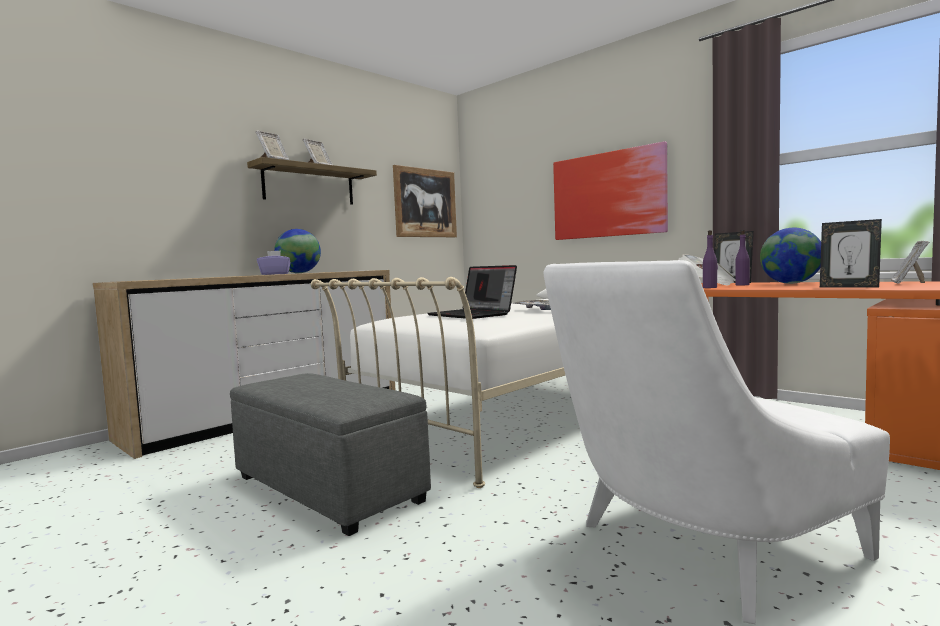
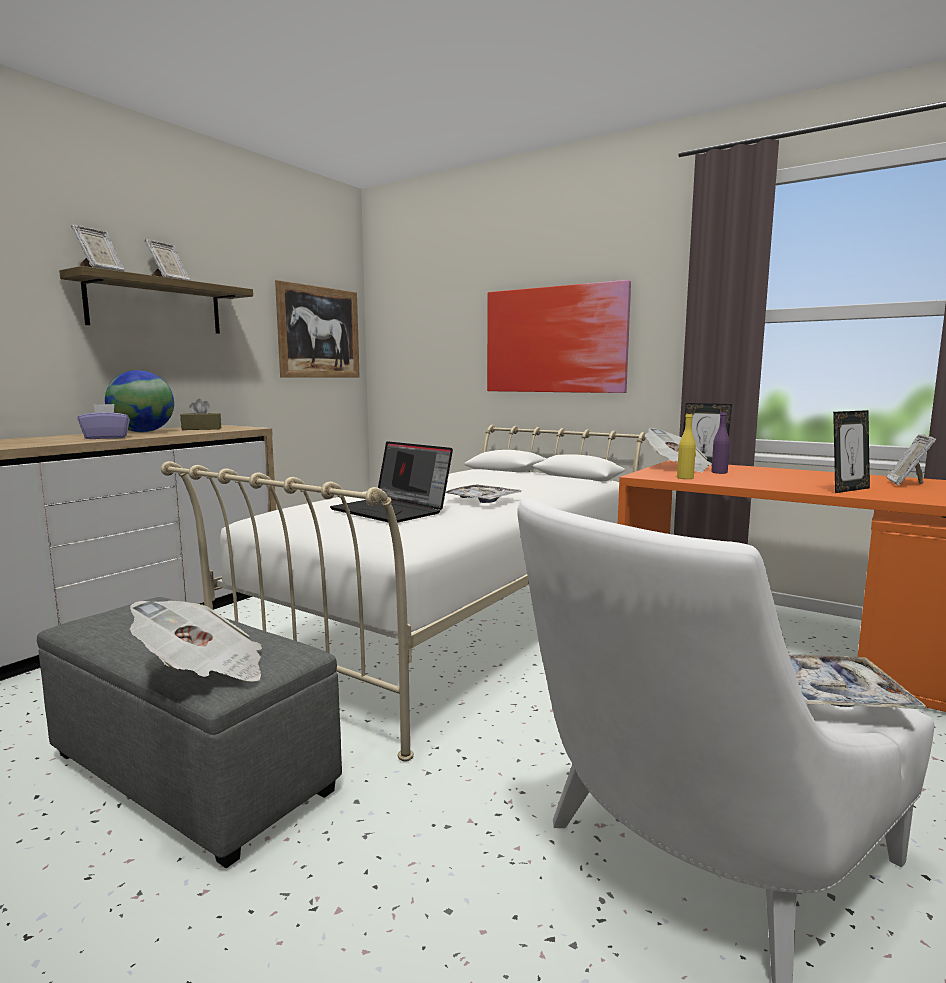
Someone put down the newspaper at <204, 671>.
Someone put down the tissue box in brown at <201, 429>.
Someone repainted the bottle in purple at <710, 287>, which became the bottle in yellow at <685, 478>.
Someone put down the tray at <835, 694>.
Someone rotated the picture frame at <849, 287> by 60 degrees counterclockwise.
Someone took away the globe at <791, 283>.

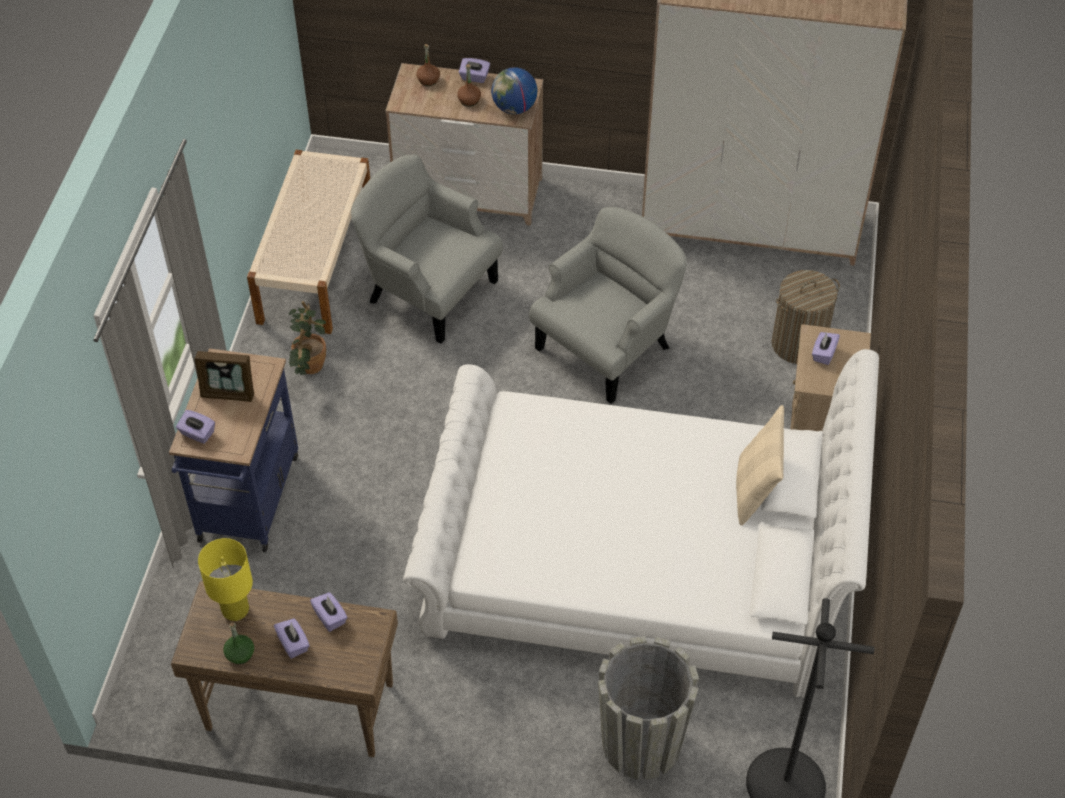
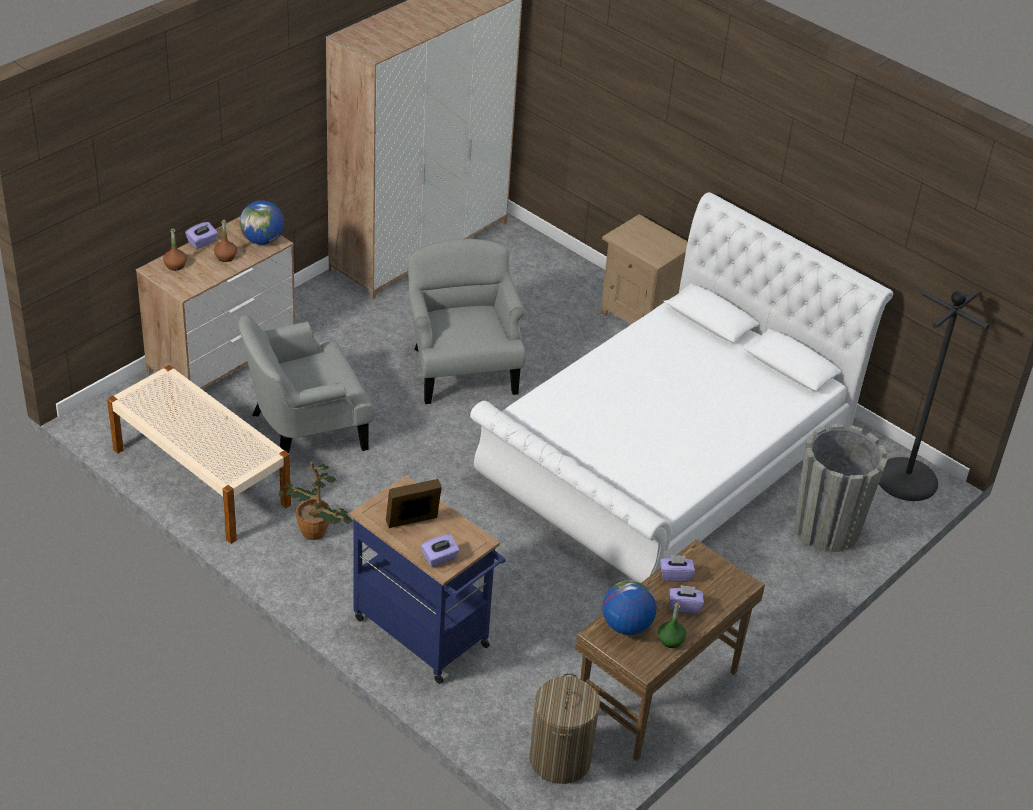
Someone rotated the picture frame at <228, 393> by 150 degrees counterclockwise.
Someone carried the laundry basket from <798, 344> to <560, 759>.
Someone swapped the table lamp in yellow at <235, 611> for the globe at <626, 625>.
Someone took away the pillow in beige at <755, 490>.
Someone took away the tissue box in purple at <823, 354>.

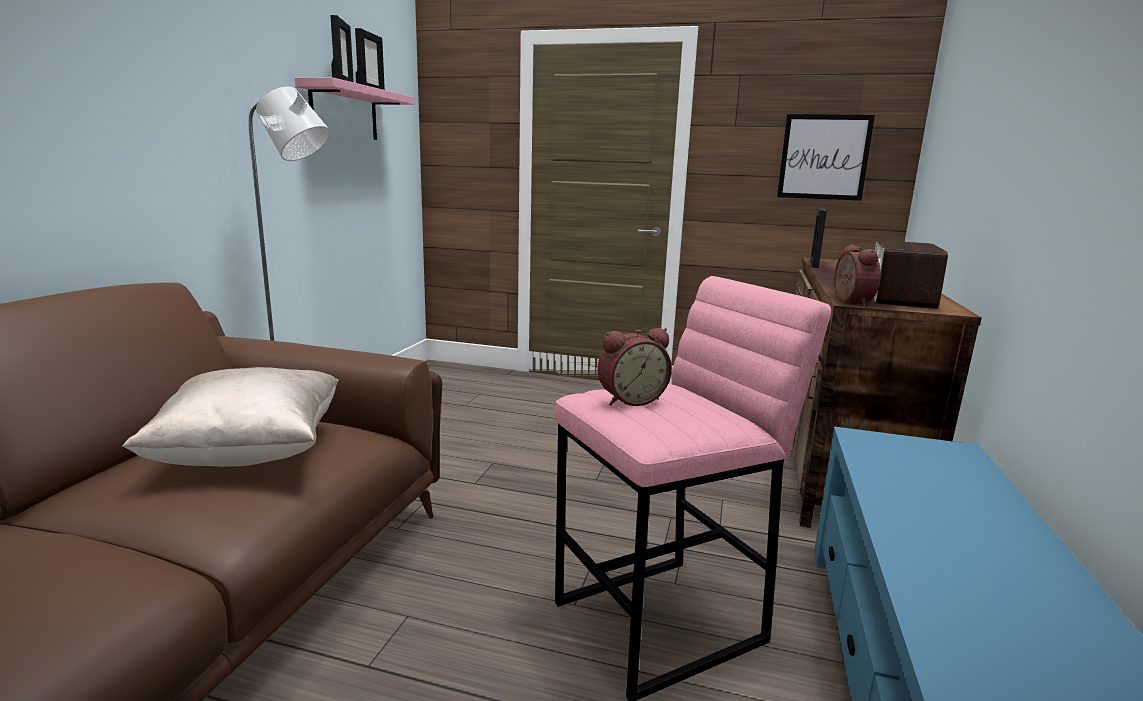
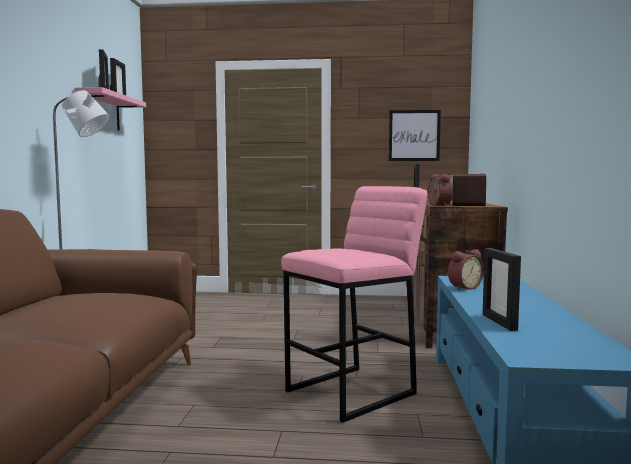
Someone carried the alarm clock from <630, 399> to <463, 287>.
Someone put down the picture frame at <500, 322>.
Someone took away the pillow in beige at <251, 452>.

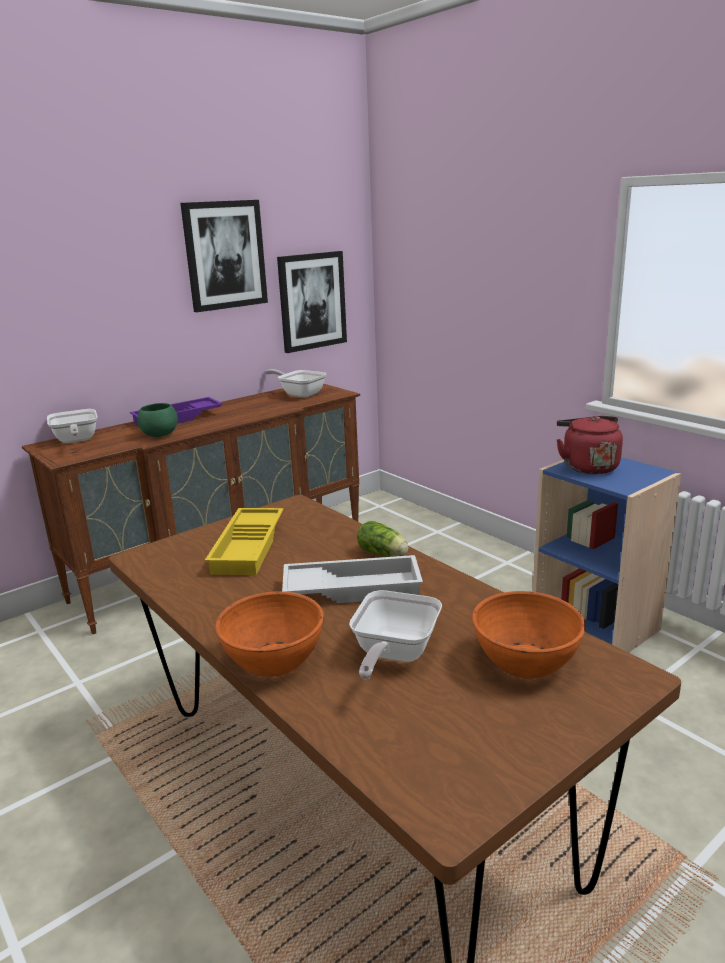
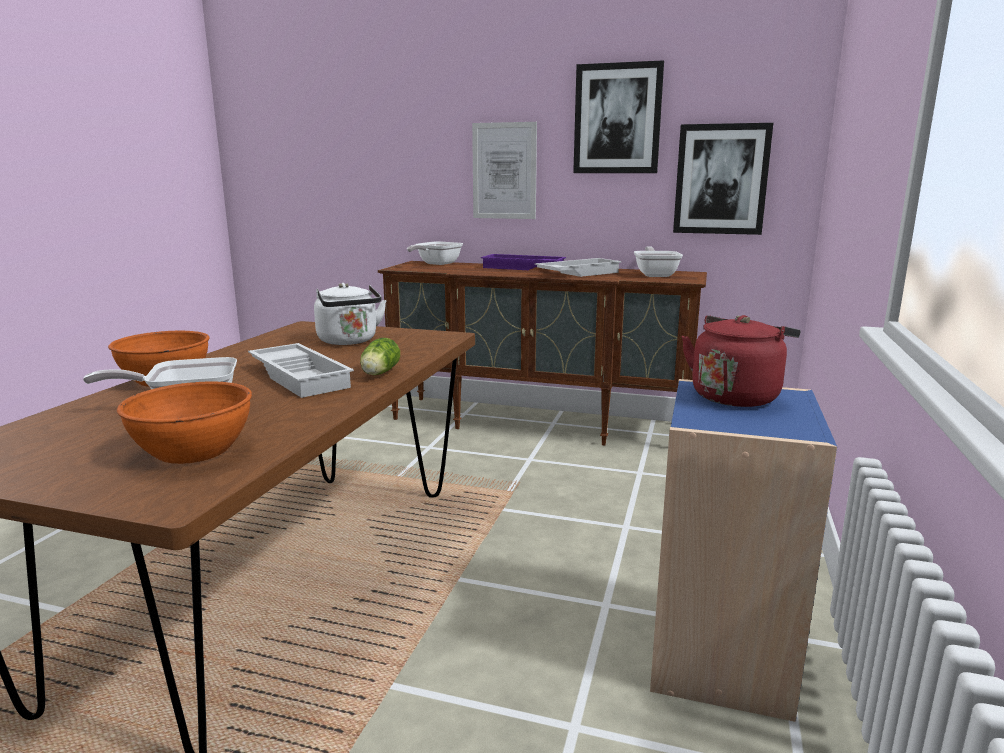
Someone swapped the tray in yellow at <250, 547> for the kettle in white at <349, 341>.
Someone put up the picture at <504, 171>.
Someone put down the tray in white at <578, 273>.
Someone took away the bowl in green at <160, 435>.

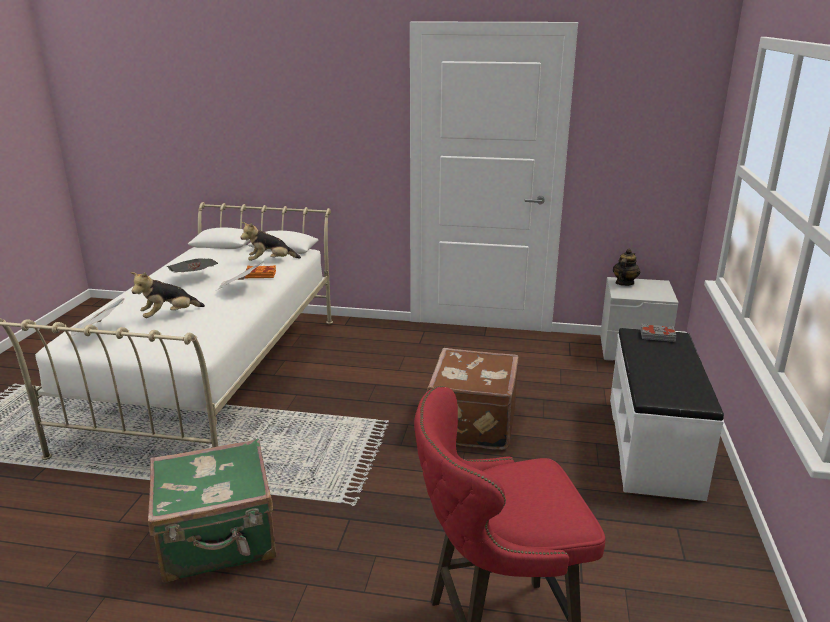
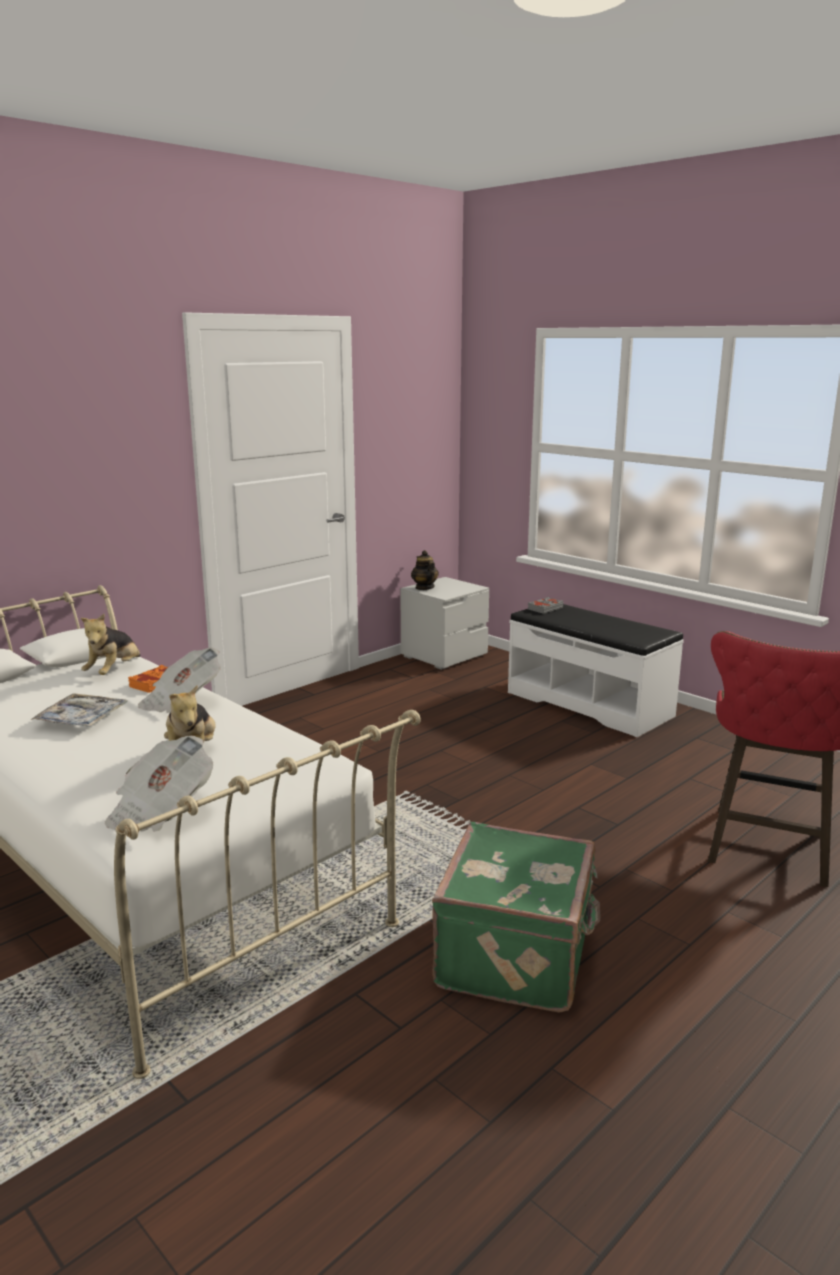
Someone swapped the newspaper at <194, 278> for the tray at <82, 719>.
Someone took away the suitcase in brown at <470, 423>.

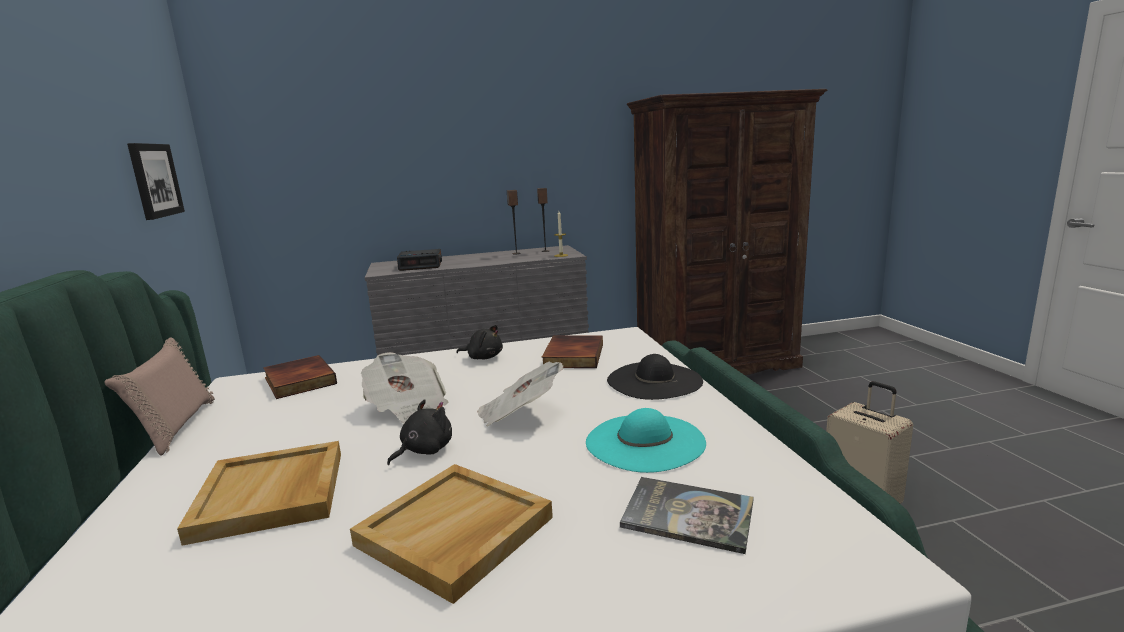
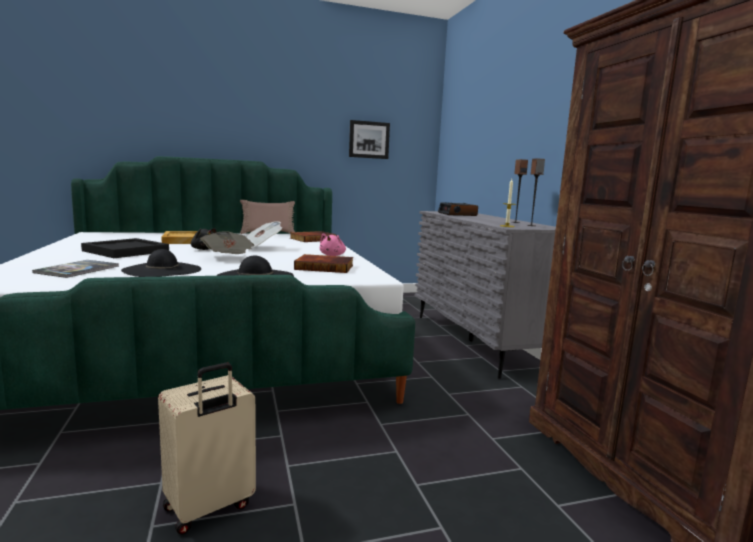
Someone repainted the tray in beige at <455, 532>, which became the tray in black at <125, 251>.
Someone repainted the hat in turquoise at <645, 442>, which became the hat in black at <162, 270>.
Someone repainted the plush toy in black at <483, 357>, which became the plush toy in pink at <333, 255>.

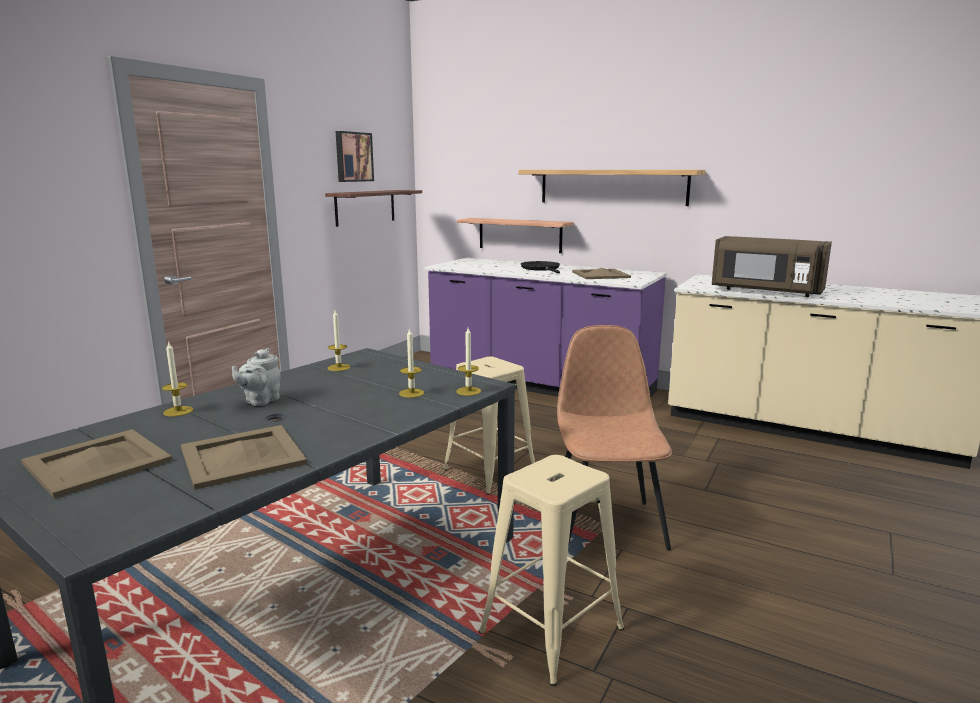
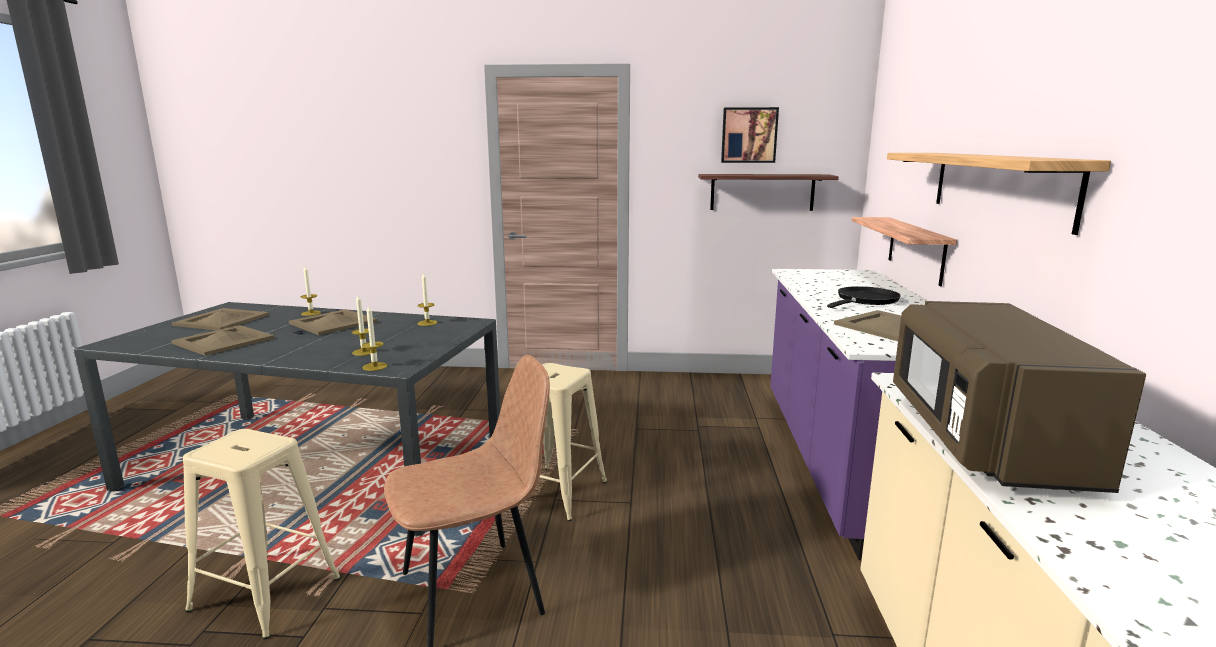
Someone swapped the teapot in grey at <260, 401> for the tray in beige at <334, 322>.

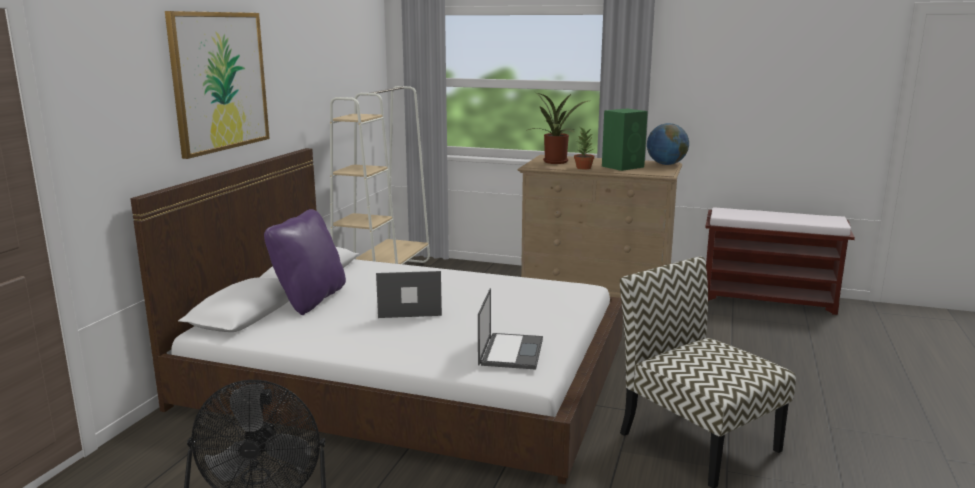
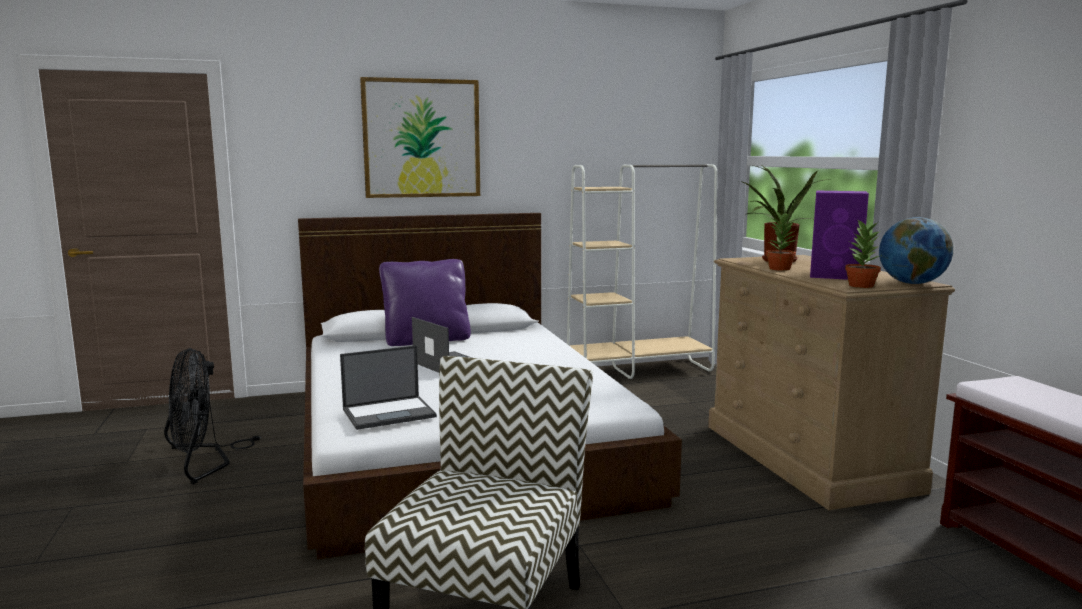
Someone repainted the speaker in green at <623, 166>, which became the speaker in purple at <836, 275>.
Someone put down the potted plant at <860, 285>.

